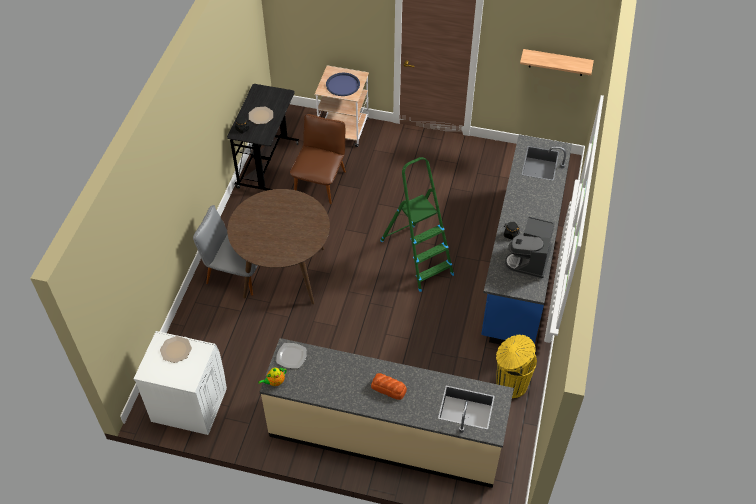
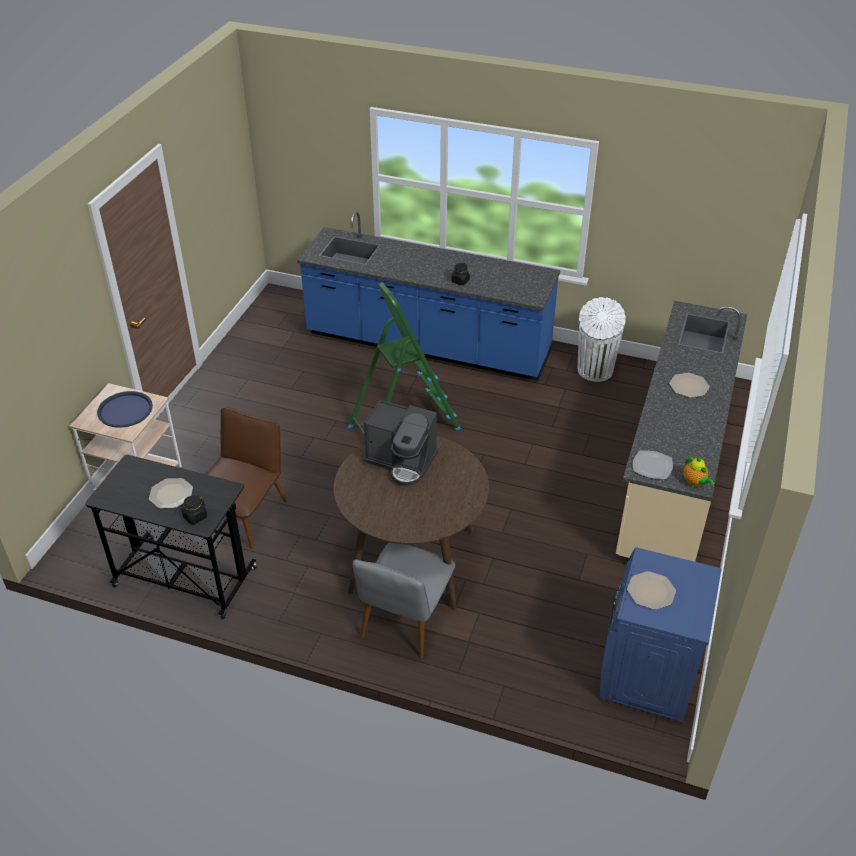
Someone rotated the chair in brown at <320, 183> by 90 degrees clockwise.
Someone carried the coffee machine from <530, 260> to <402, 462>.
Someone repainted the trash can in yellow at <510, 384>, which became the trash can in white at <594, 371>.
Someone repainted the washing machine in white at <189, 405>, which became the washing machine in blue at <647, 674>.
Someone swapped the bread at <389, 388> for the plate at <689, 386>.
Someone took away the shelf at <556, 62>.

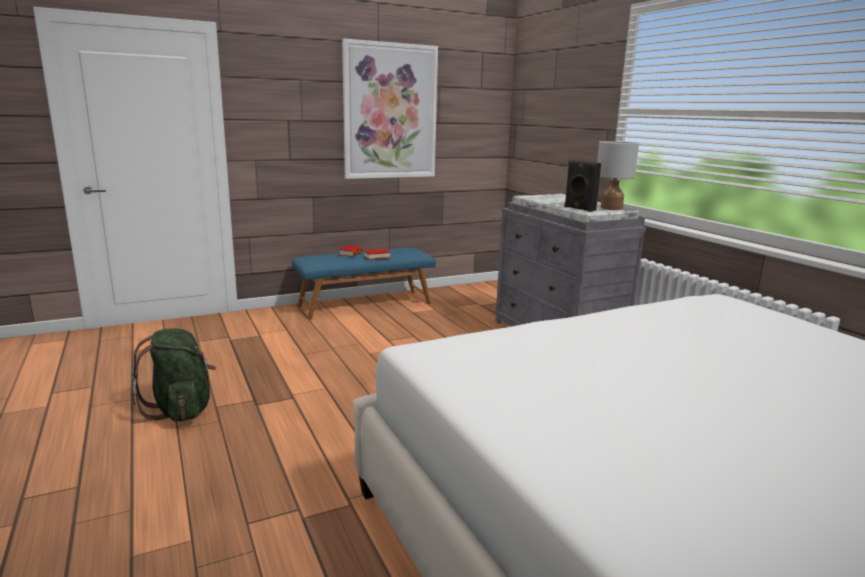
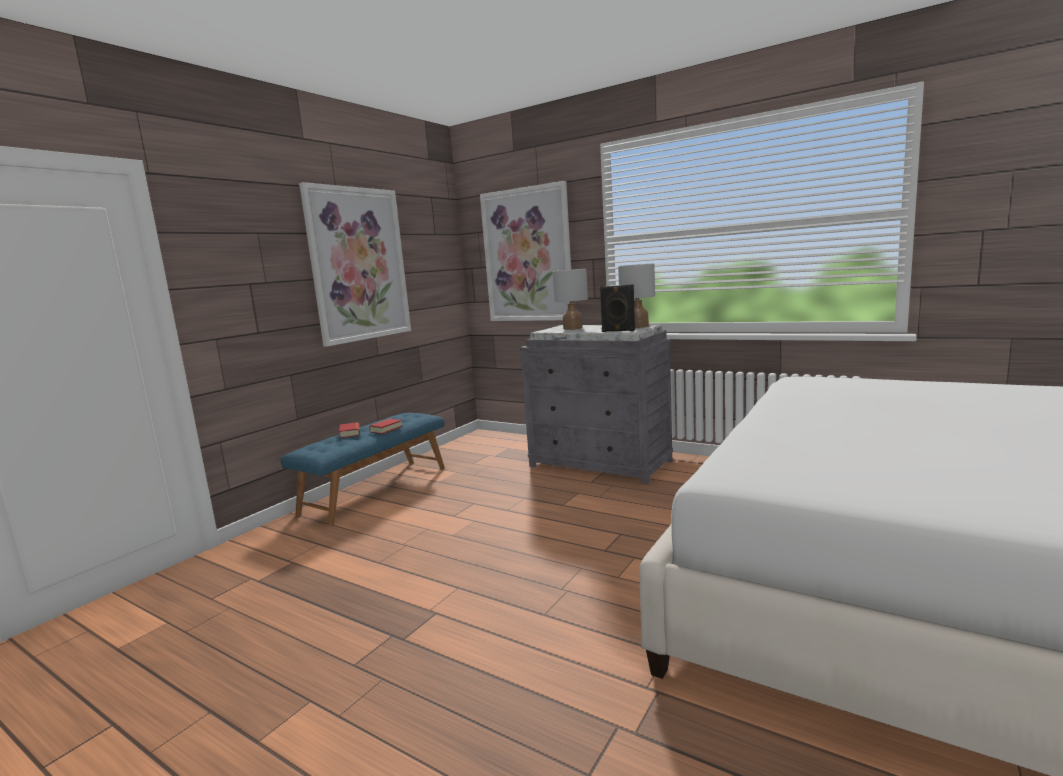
Someone put up the picture at <527, 255>.
Someone put down the table lamp in grey at <572, 328>.
Someone took away the backpack in green at <181, 410>.

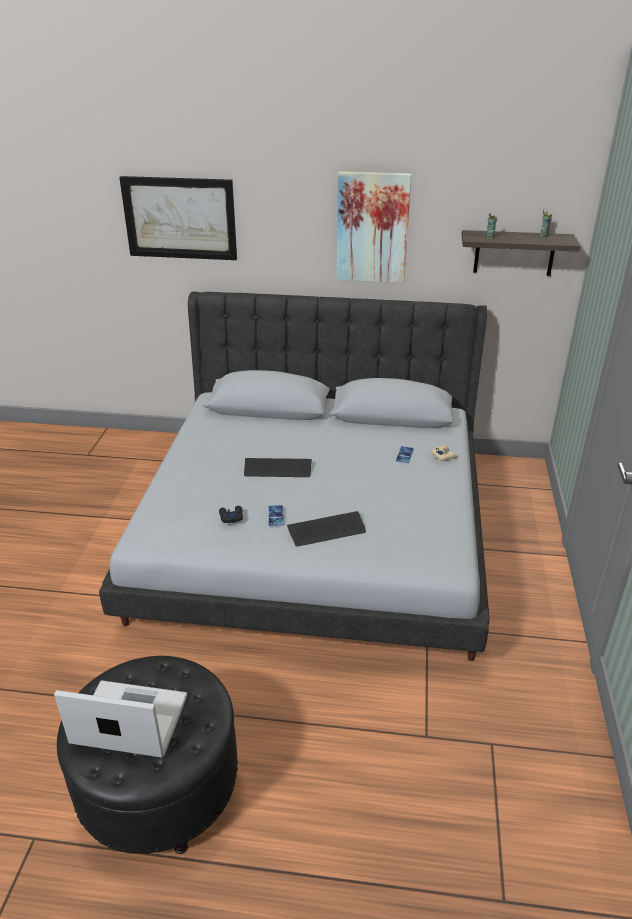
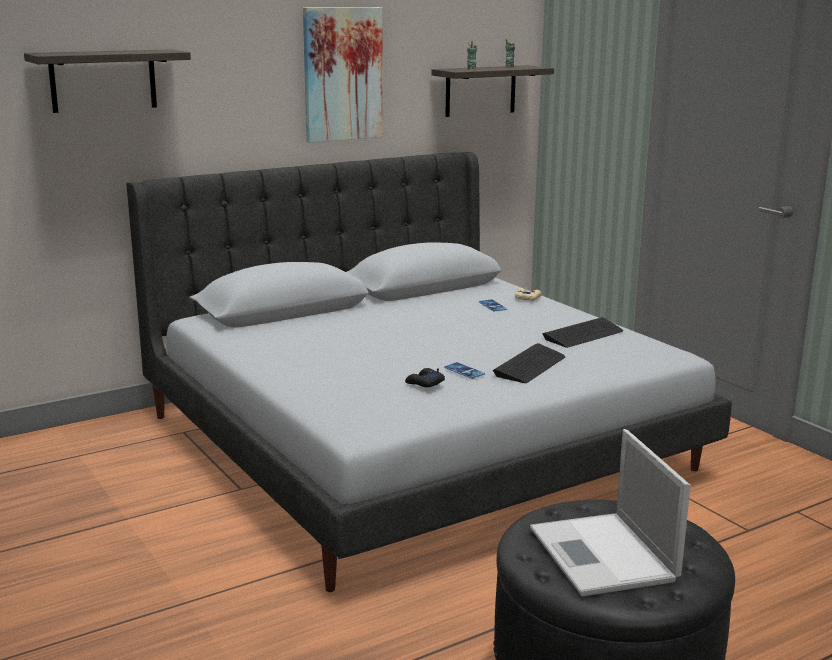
Someone swapped the picture at <180, 218> for the shelf at <103, 80>.
Someone rotated the laptop at <127, 720> by 75 degrees counterclockwise.
Someone carried the keyboard from <277, 469> to <583, 335>.

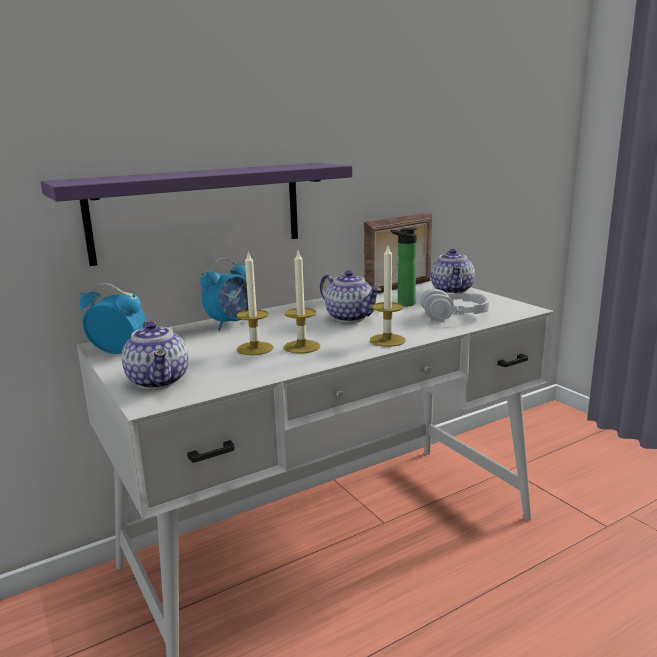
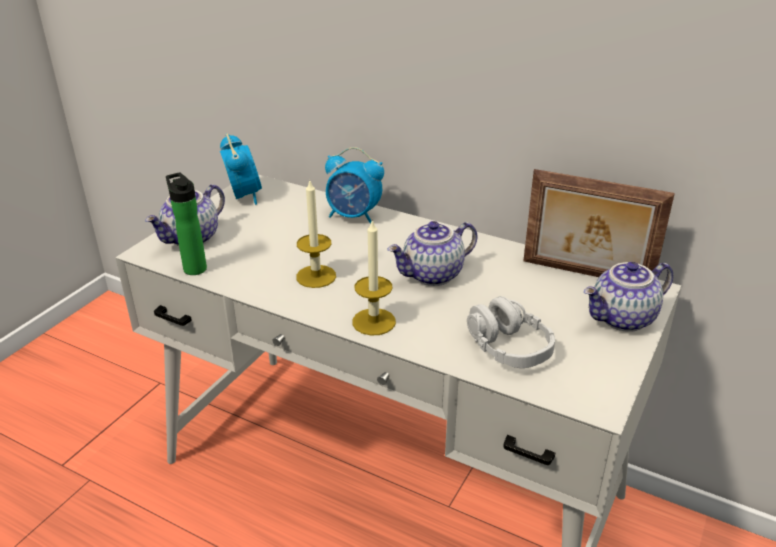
Someone carried the bottle from <403, 304> to <193, 267>.
Someone rotated the teapot at <351, 317> by 45 degrees clockwise.
Someone took away the shelf in purple at <198, 211>.
Someone took away the candle at <255, 348>.

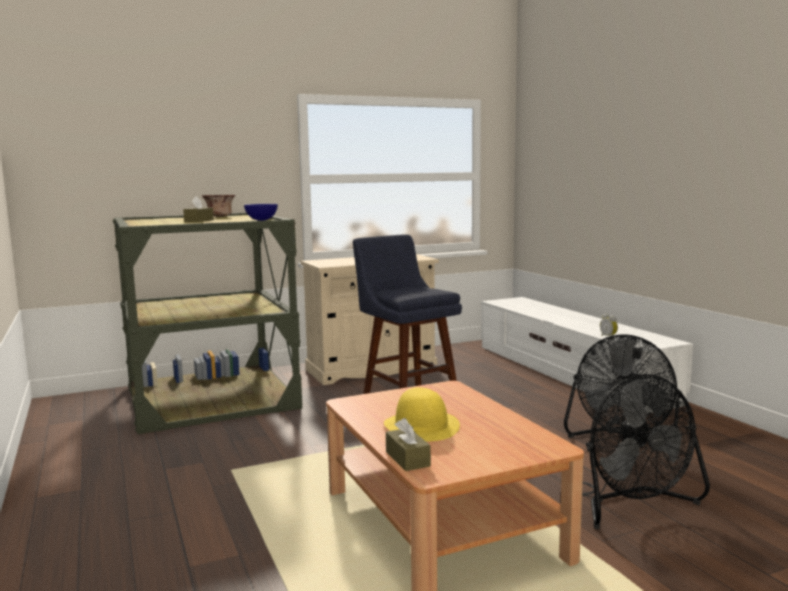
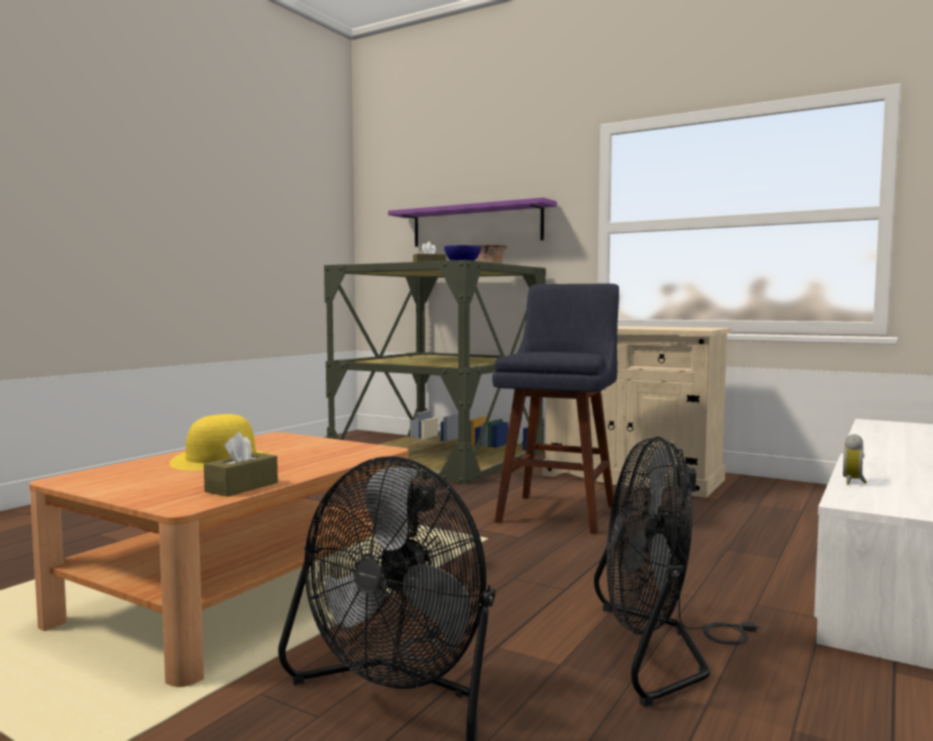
Someone carried the tissue box in brown from <407, 459> to <242, 487>.
Someone put up the shelf in purple at <476, 225>.

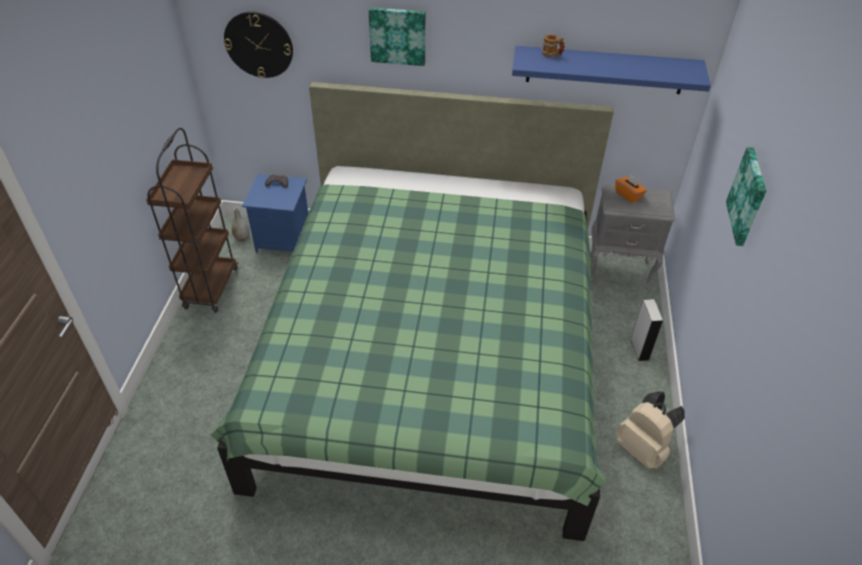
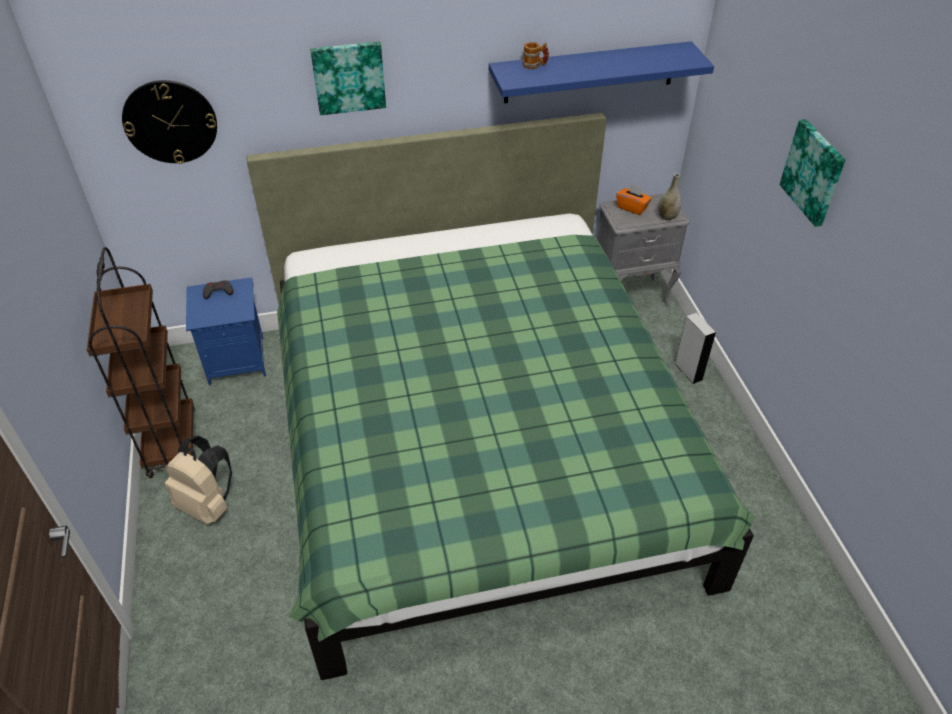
Someone carried the backpack in beige from <643, 449> to <208, 504>.
Someone carried the vase in grey from <242, 238> to <667, 216>.

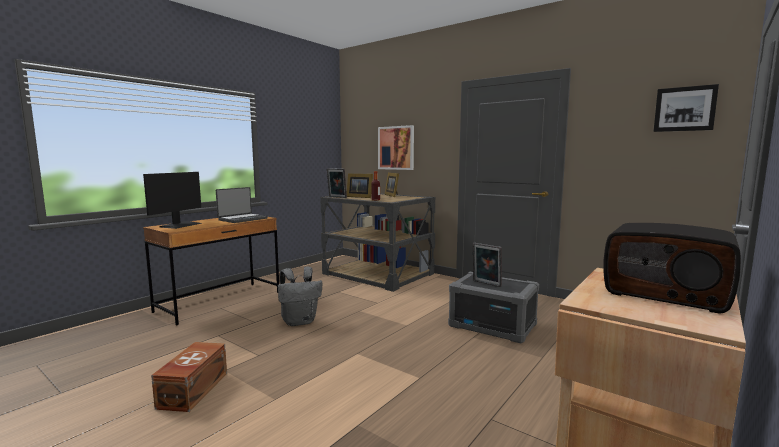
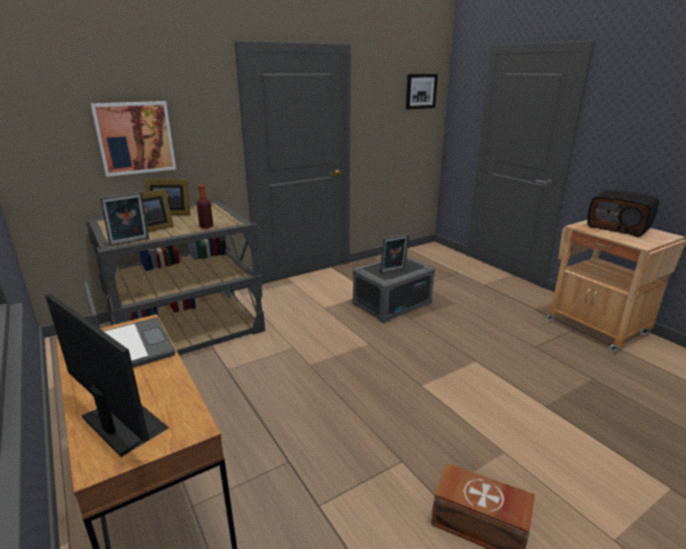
Someone rotated the radio at <666, 293> by 75 degrees clockwise.
Someone took away the backpack in grey at <300, 321>.

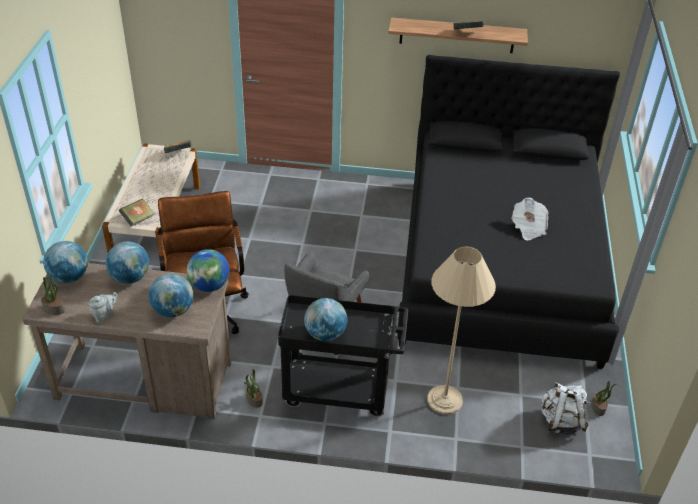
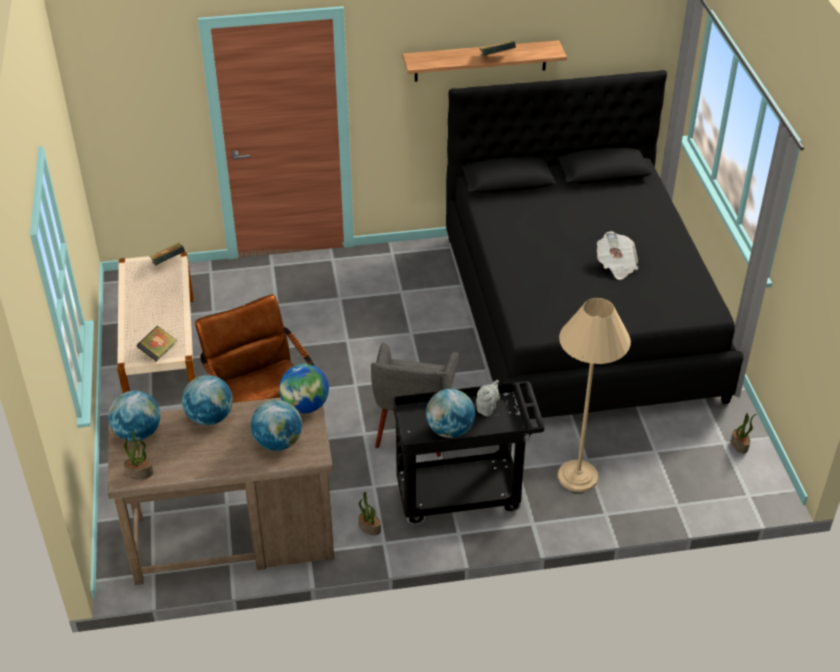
Someone carried the teapot in grey from <105, 315> to <487, 407>.
Someone took away the backpack in white at <561, 421>.

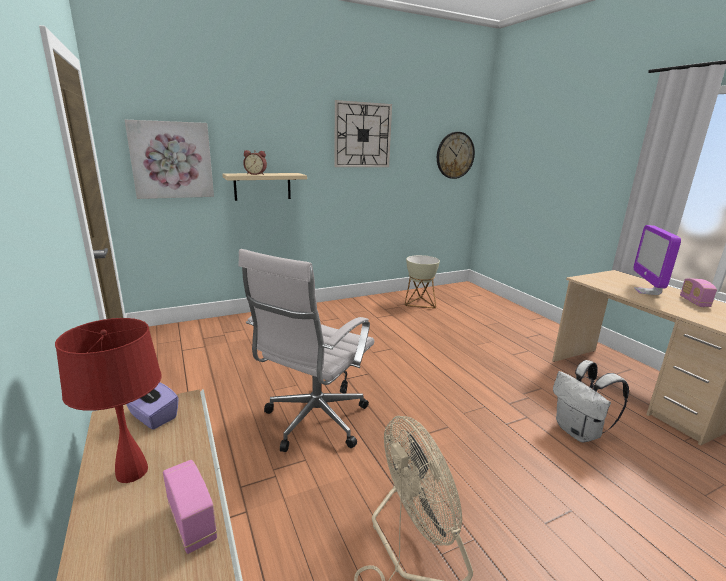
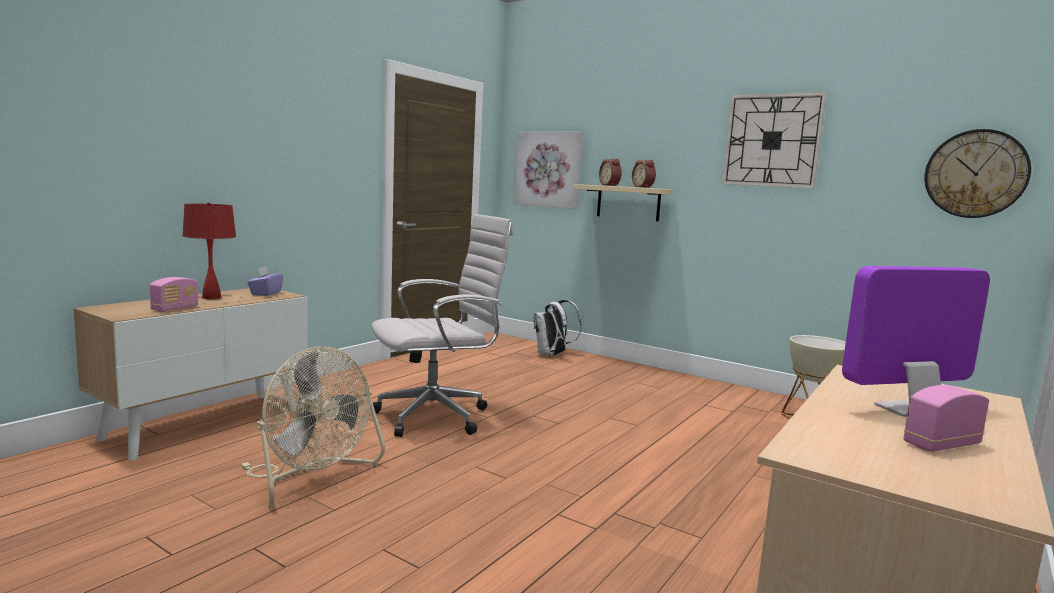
Someone rotated the office chair in white at <313, 422> by 150 degrees clockwise.
Someone carried the backpack in white from <579, 432> to <552, 355>.
Someone put down the alarm clock at <644, 187>.

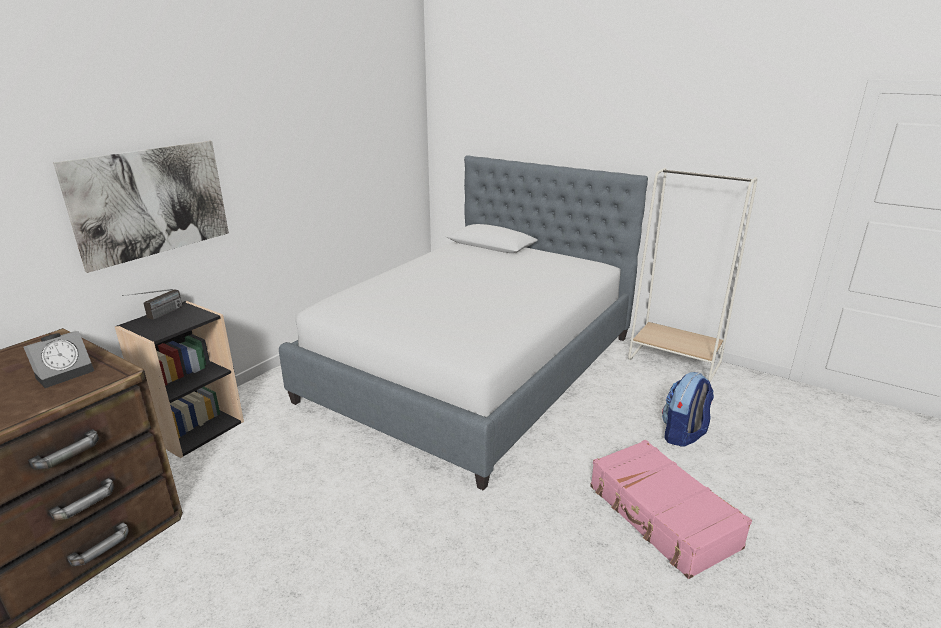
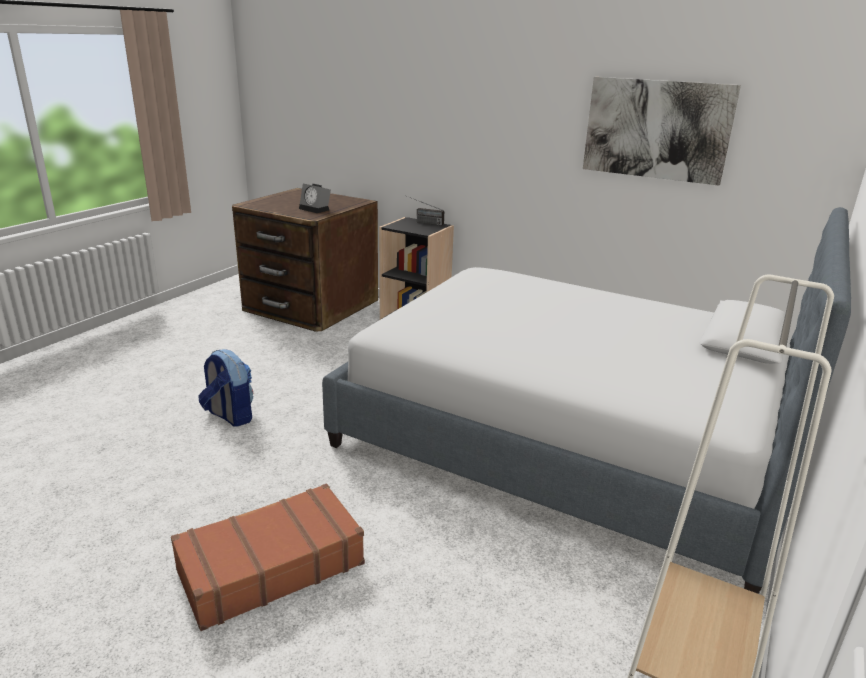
Someone repainted the suitcase in pink at <661, 517>, which became the suitcase in brown at <270, 566>.
Someone carried the backpack from <683, 435> to <229, 416>.
Someone carried the picture from <151, 202> to <656, 129>.

